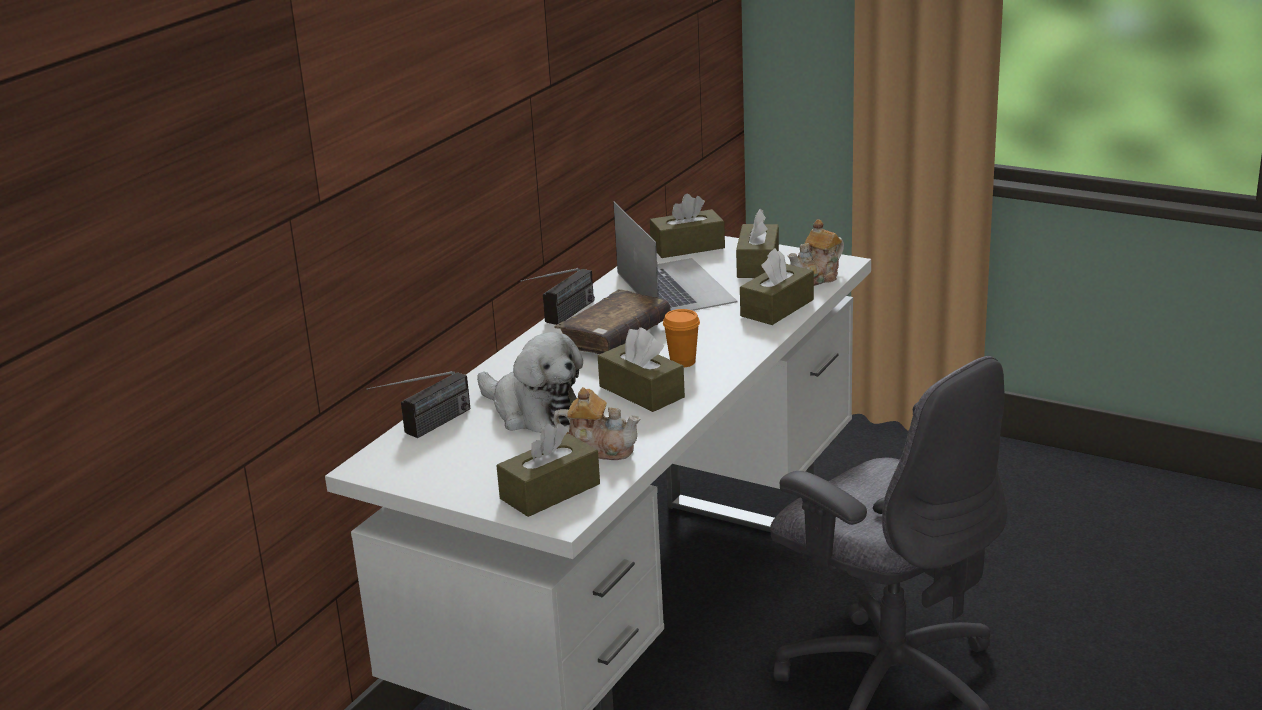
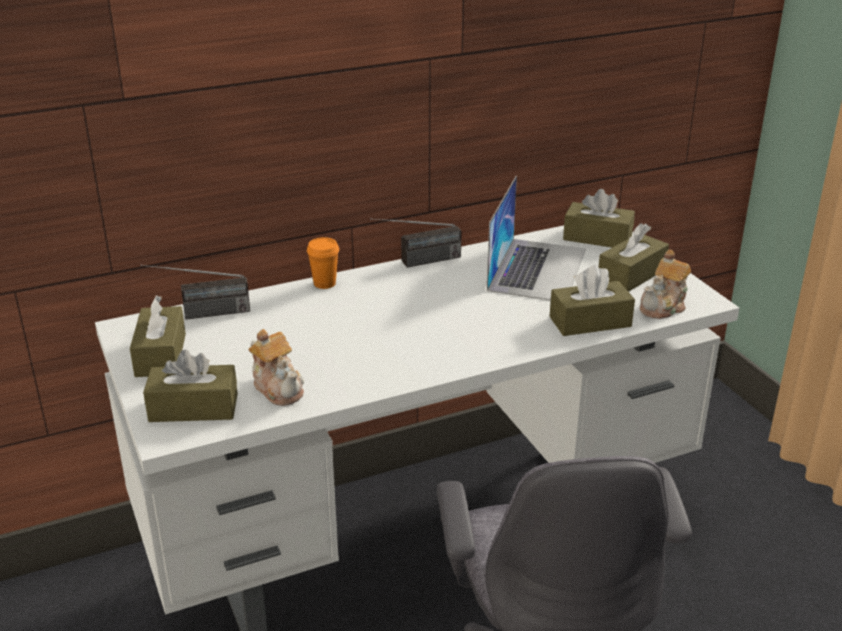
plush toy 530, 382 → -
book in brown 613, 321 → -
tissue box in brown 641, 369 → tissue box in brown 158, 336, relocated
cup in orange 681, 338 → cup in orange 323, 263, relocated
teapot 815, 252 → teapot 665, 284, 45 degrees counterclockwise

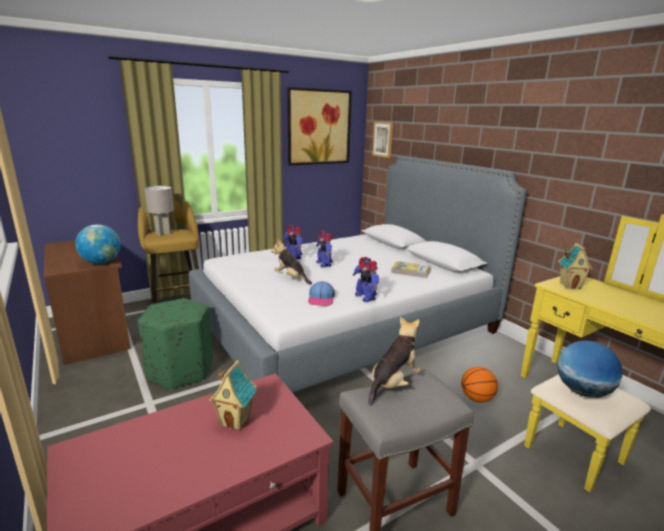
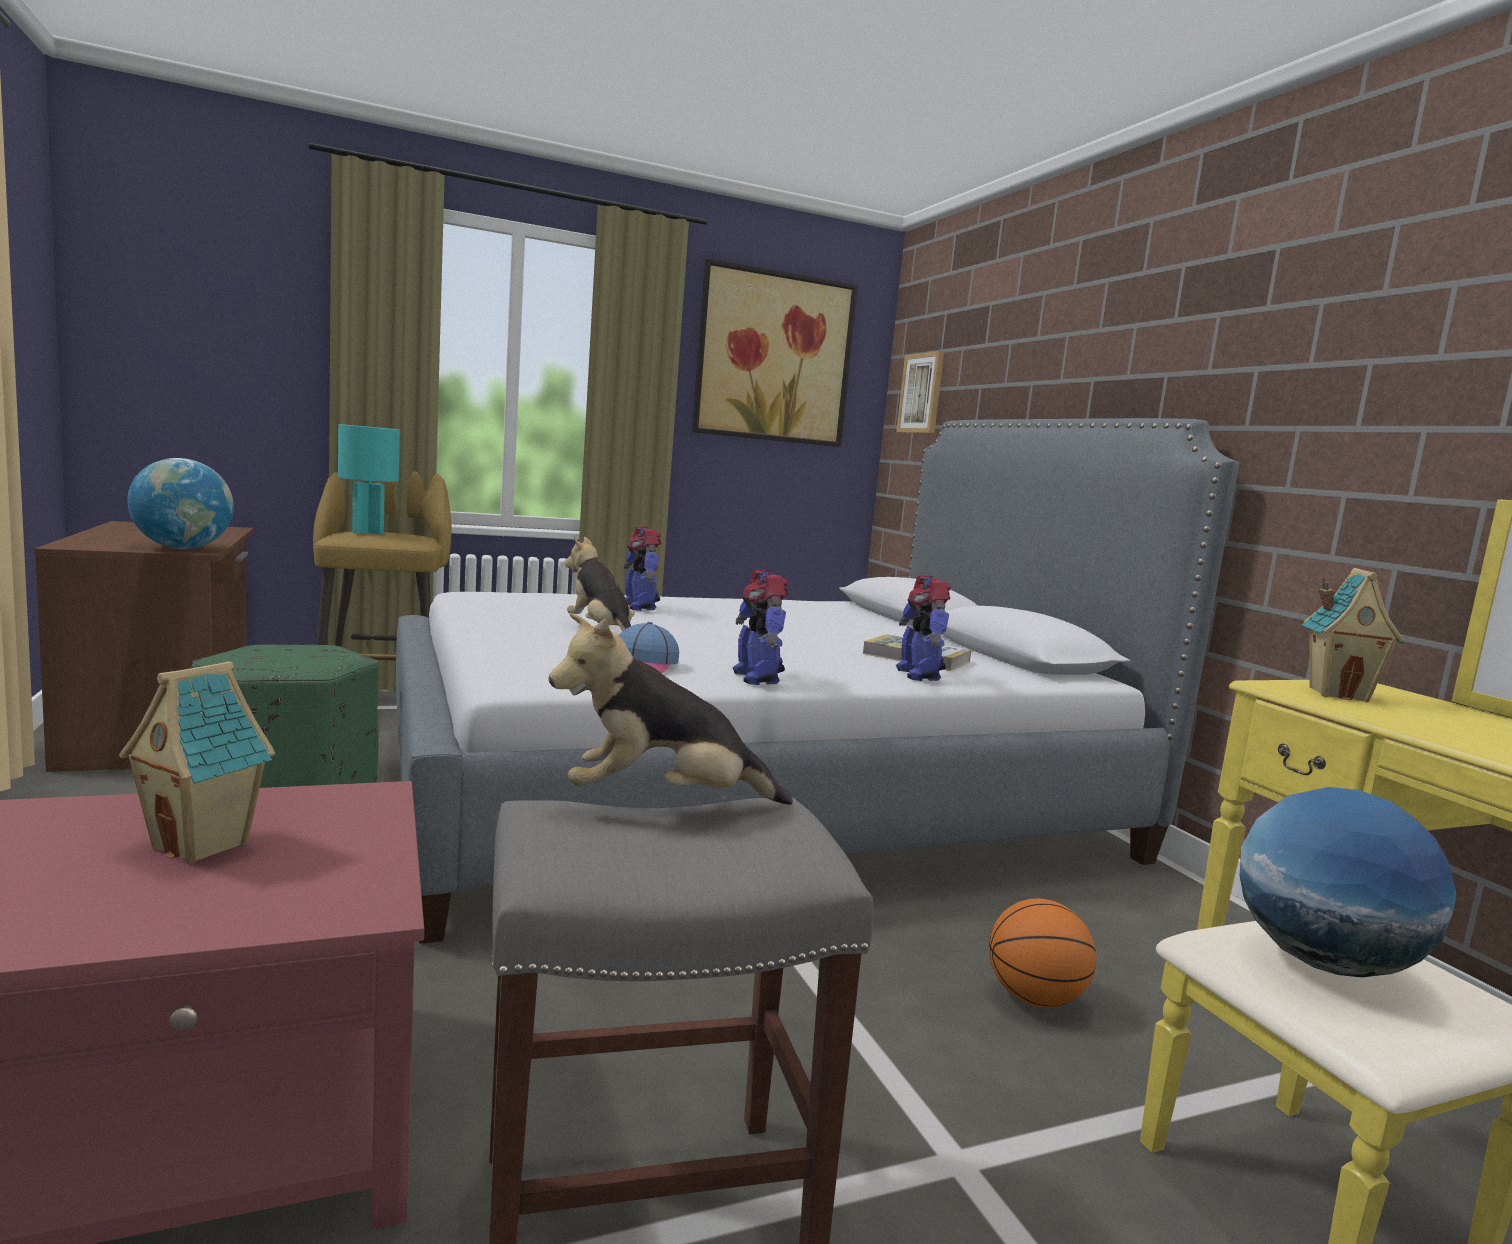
toy robot 324, 249 → toy robot 923, 628, relocated
table lamp in grey 159, 211 → table lamp in turquoise 369, 479
plush toy 394, 361 → plush toy 671, 709, 150 degrees counterclockwise

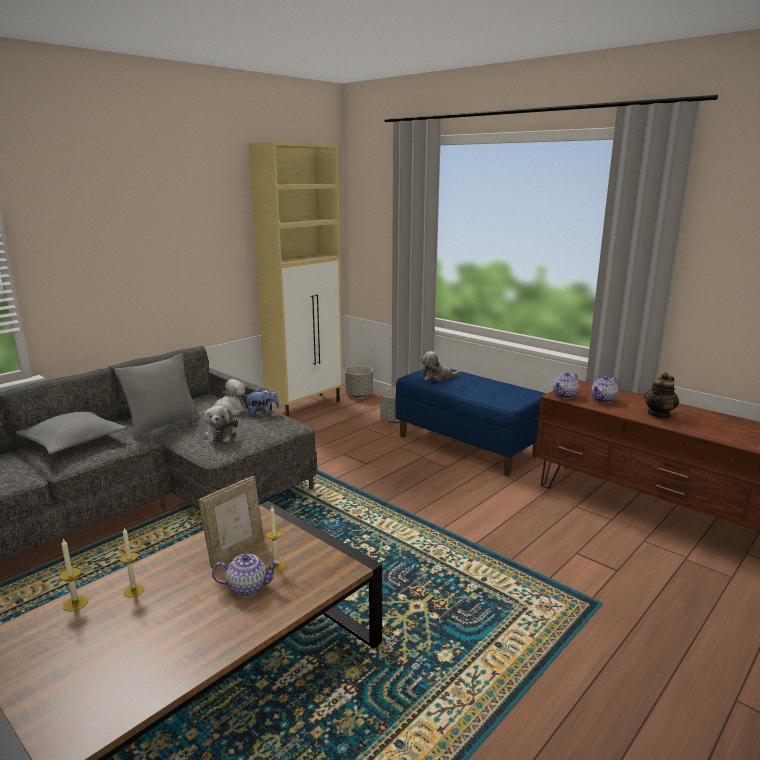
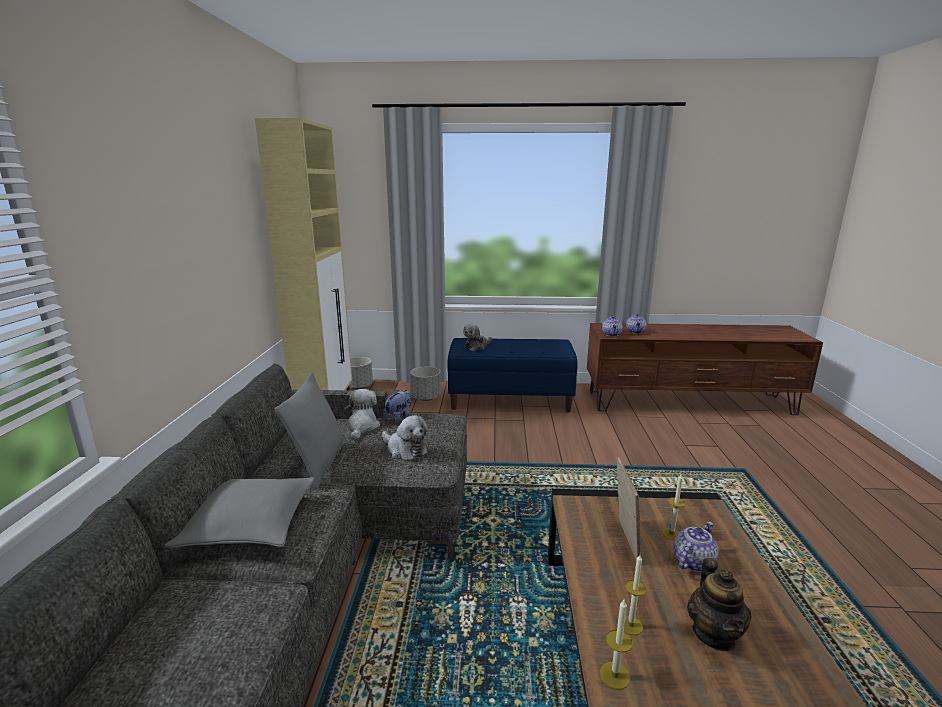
teapot 661, 395 → teapot 719, 604, relocated

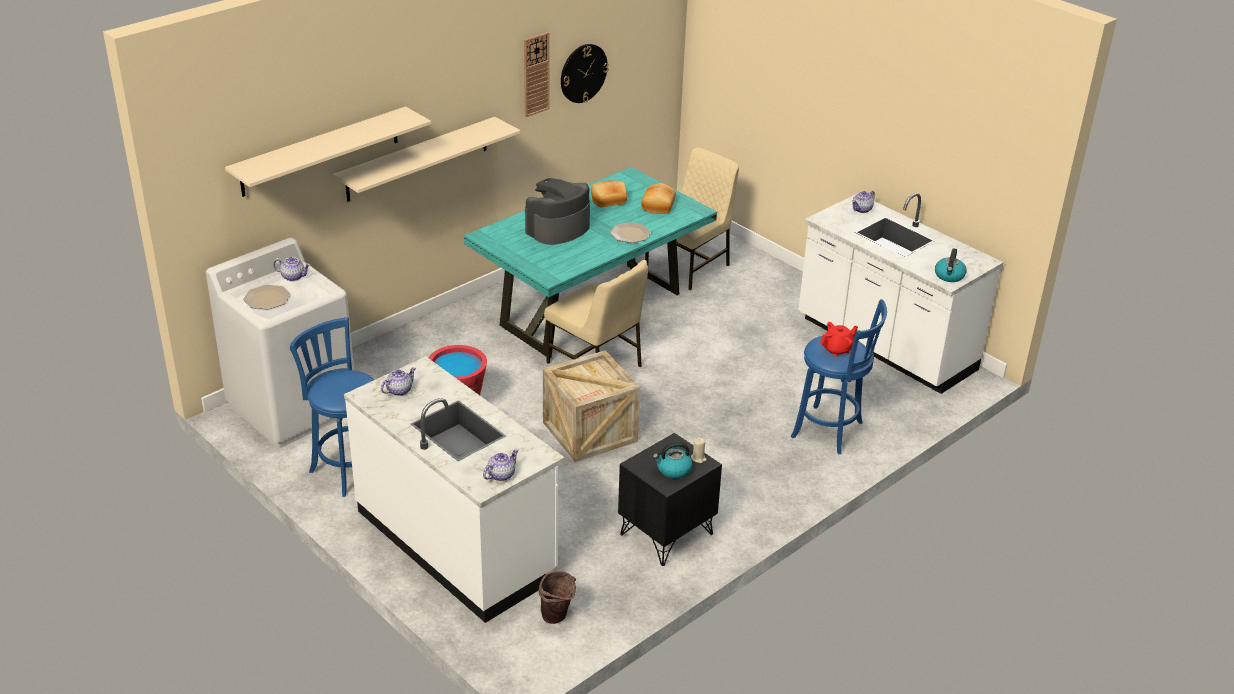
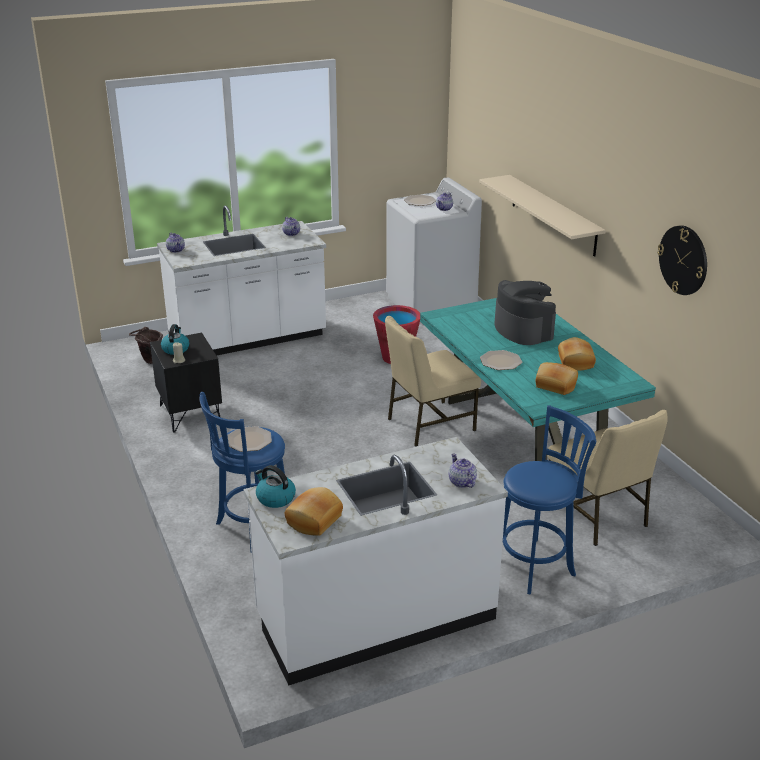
shelf in beige 328, 152 → -
wall clock 536, 74 → -
crate 591, 406 → -
- → bread 314, 511
stool in blue 332, 407 → stool in blue 549, 500, relocated
teapot in red 839, 339 → plate 249, 439

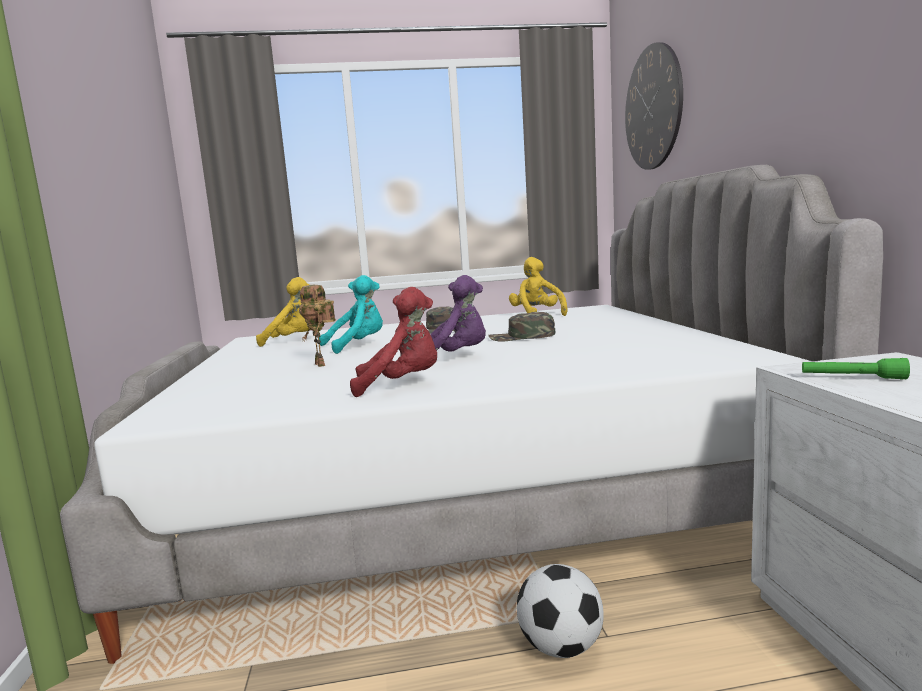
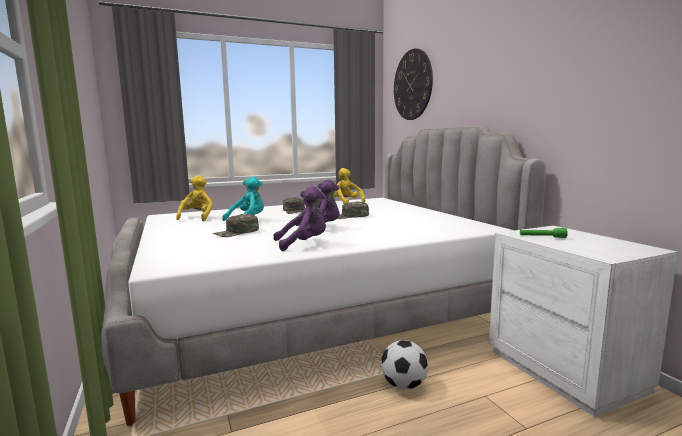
toy robot 317, 326 → cap in green 235, 225
plush toy in red 393, 342 → plush toy in purple 300, 218
plush toy in yellow 283, 312 → plush toy in yellow 194, 198, 75 degrees counterclockwise

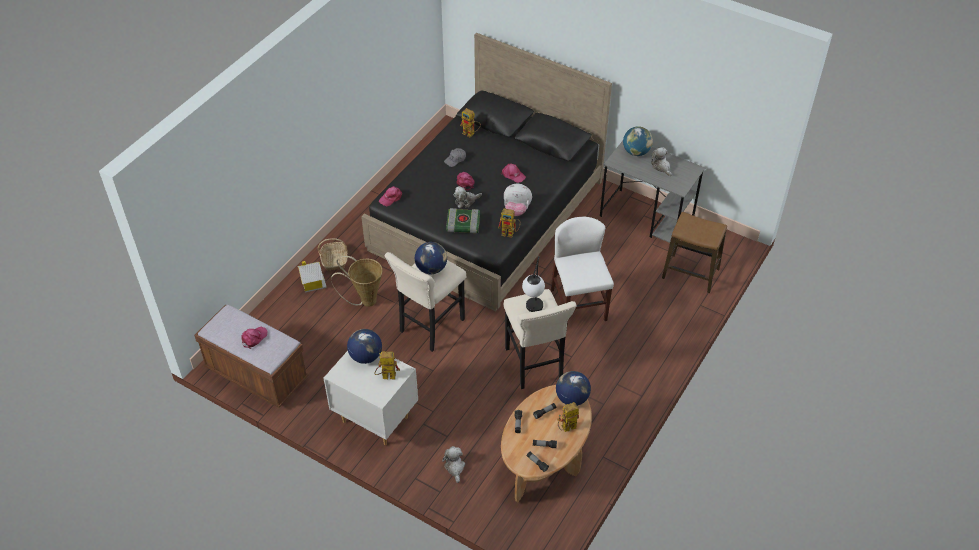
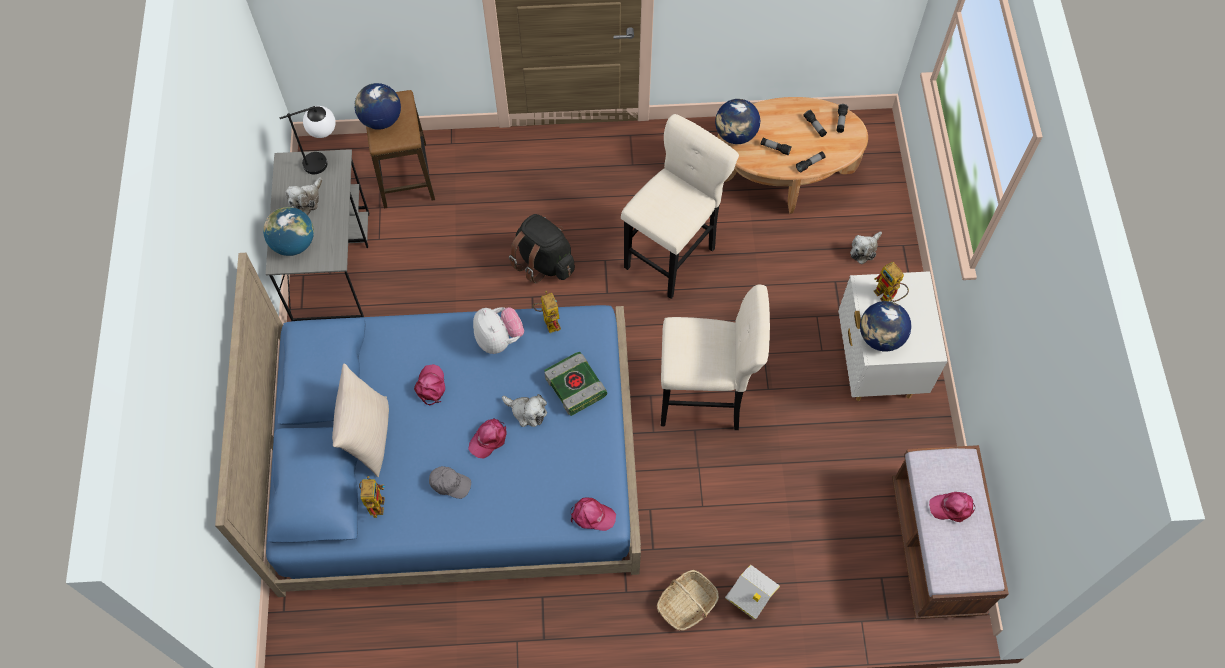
basket 356, 281 → -
toy robot 568, 417 → -
- → pillow in beige 360, 420
globe 431, 258 → globe 377, 106, relocated
table lamp 533, 284 → table lamp 307, 140, relocated
chair in white 582, 270 → backpack in black 542, 248
bed in black 486, 172 → bed in blue 428, 425

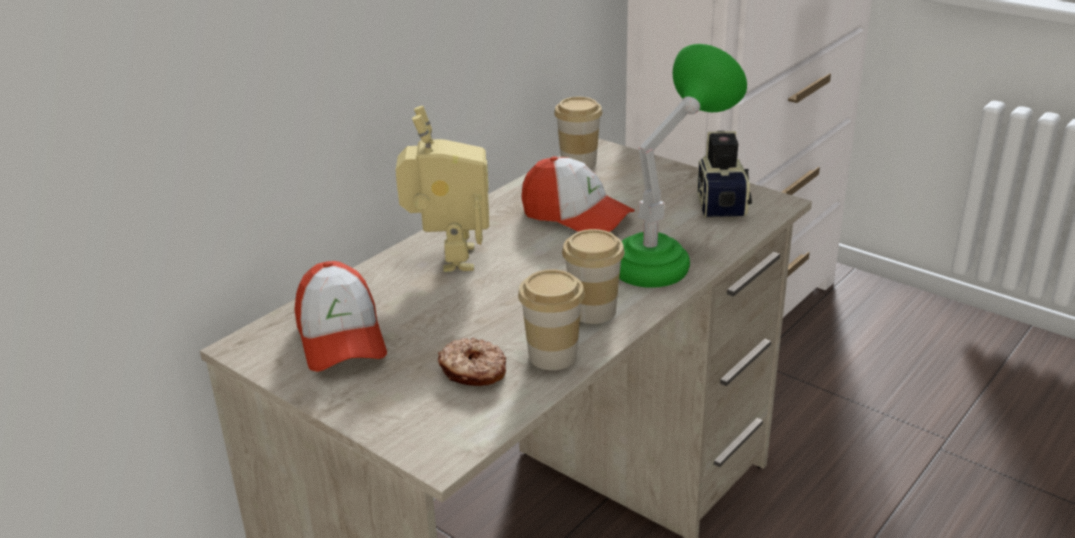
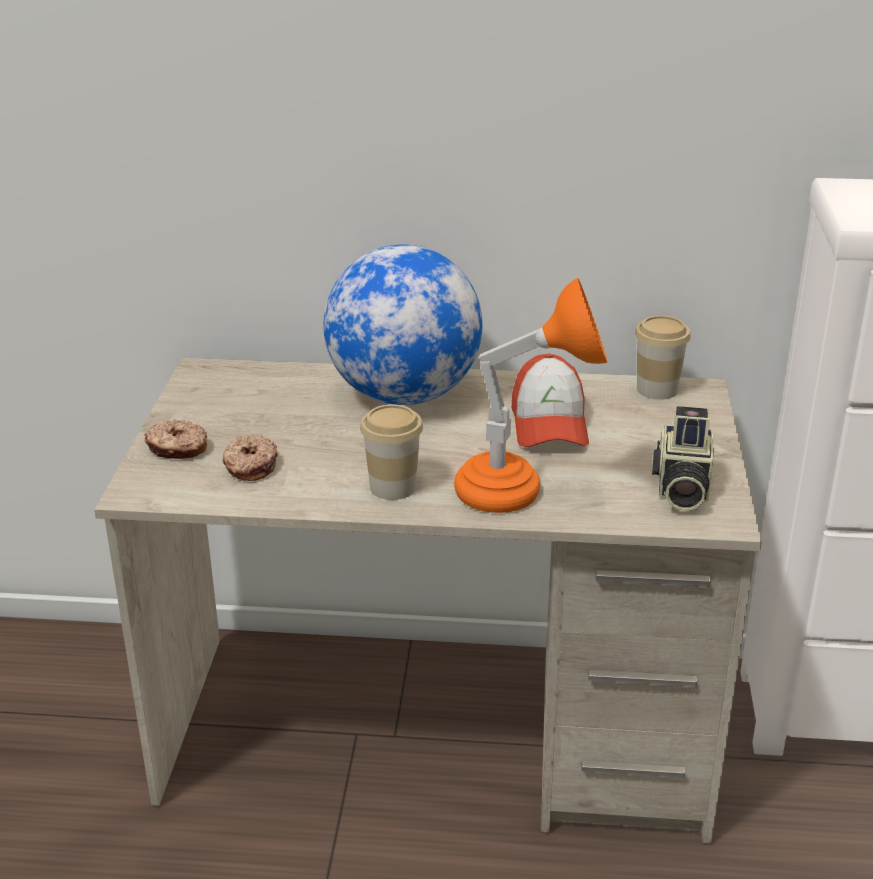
cap 340, 316 → -
cup 551, 319 → -
- → donut 175, 439
toy robot 442, 189 → globe 403, 324
table lamp in green 683, 166 → table lamp in orange 530, 395
photo camera 724, 174 → photo camera 683, 458, 135 degrees clockwise

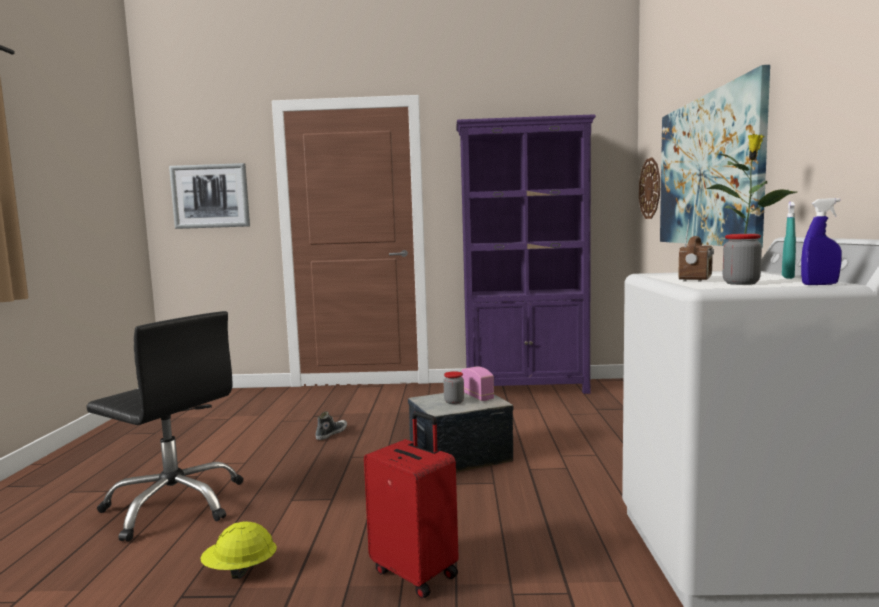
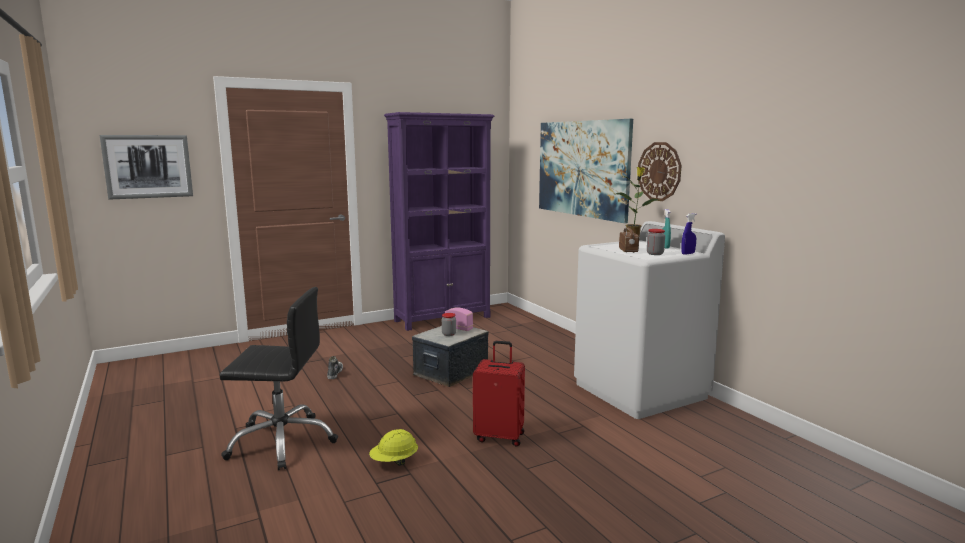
wall clock 649, 188 → wall clock 659, 171, relocated

